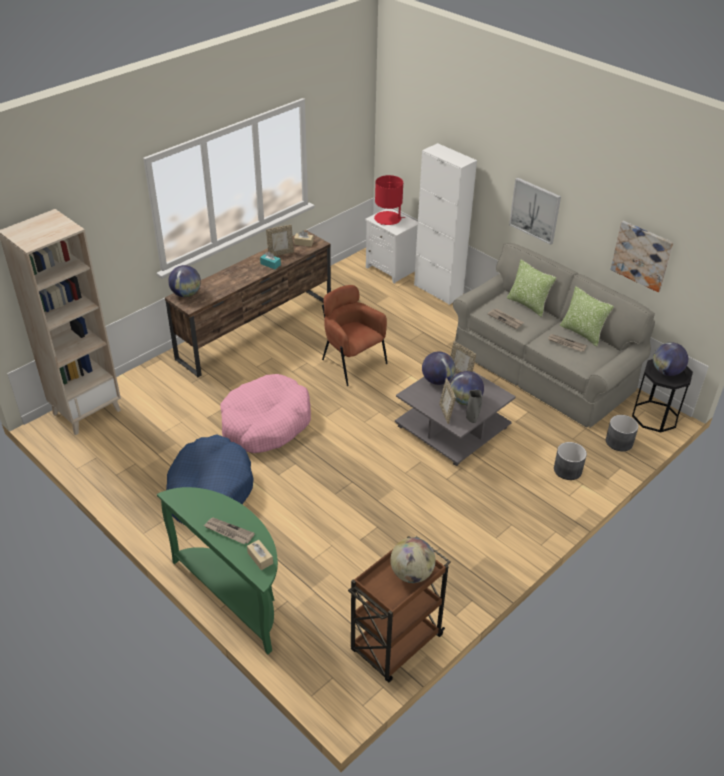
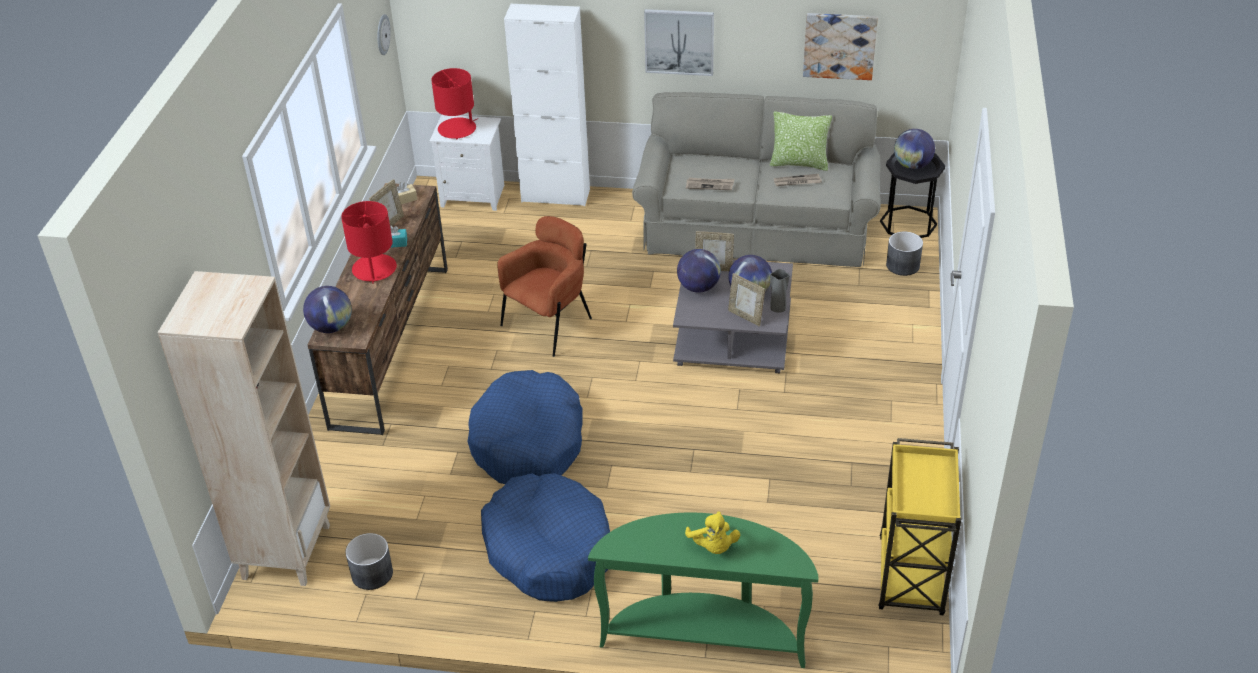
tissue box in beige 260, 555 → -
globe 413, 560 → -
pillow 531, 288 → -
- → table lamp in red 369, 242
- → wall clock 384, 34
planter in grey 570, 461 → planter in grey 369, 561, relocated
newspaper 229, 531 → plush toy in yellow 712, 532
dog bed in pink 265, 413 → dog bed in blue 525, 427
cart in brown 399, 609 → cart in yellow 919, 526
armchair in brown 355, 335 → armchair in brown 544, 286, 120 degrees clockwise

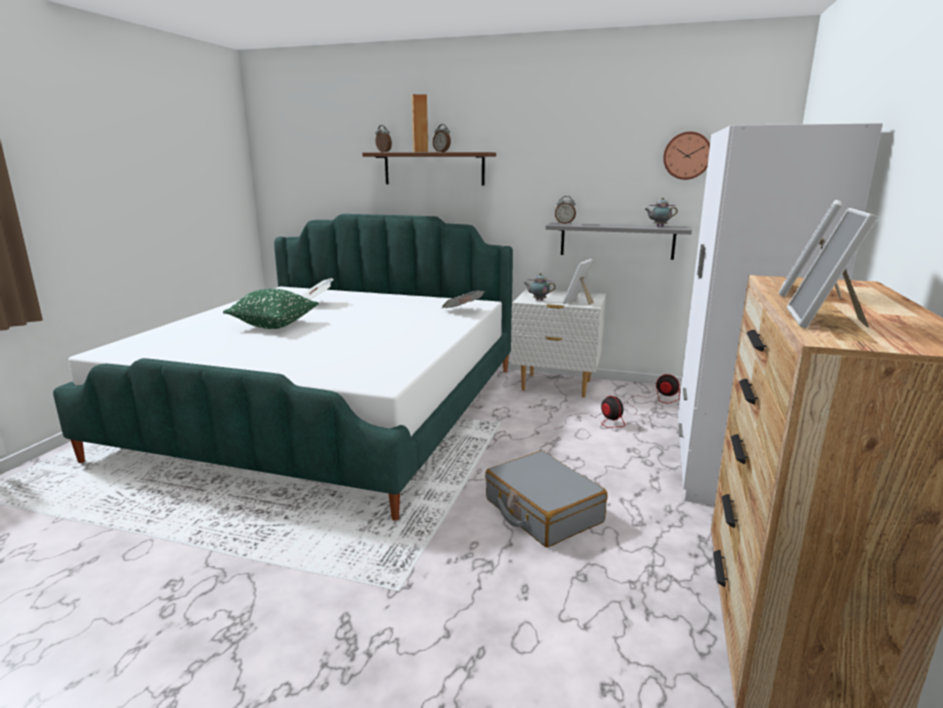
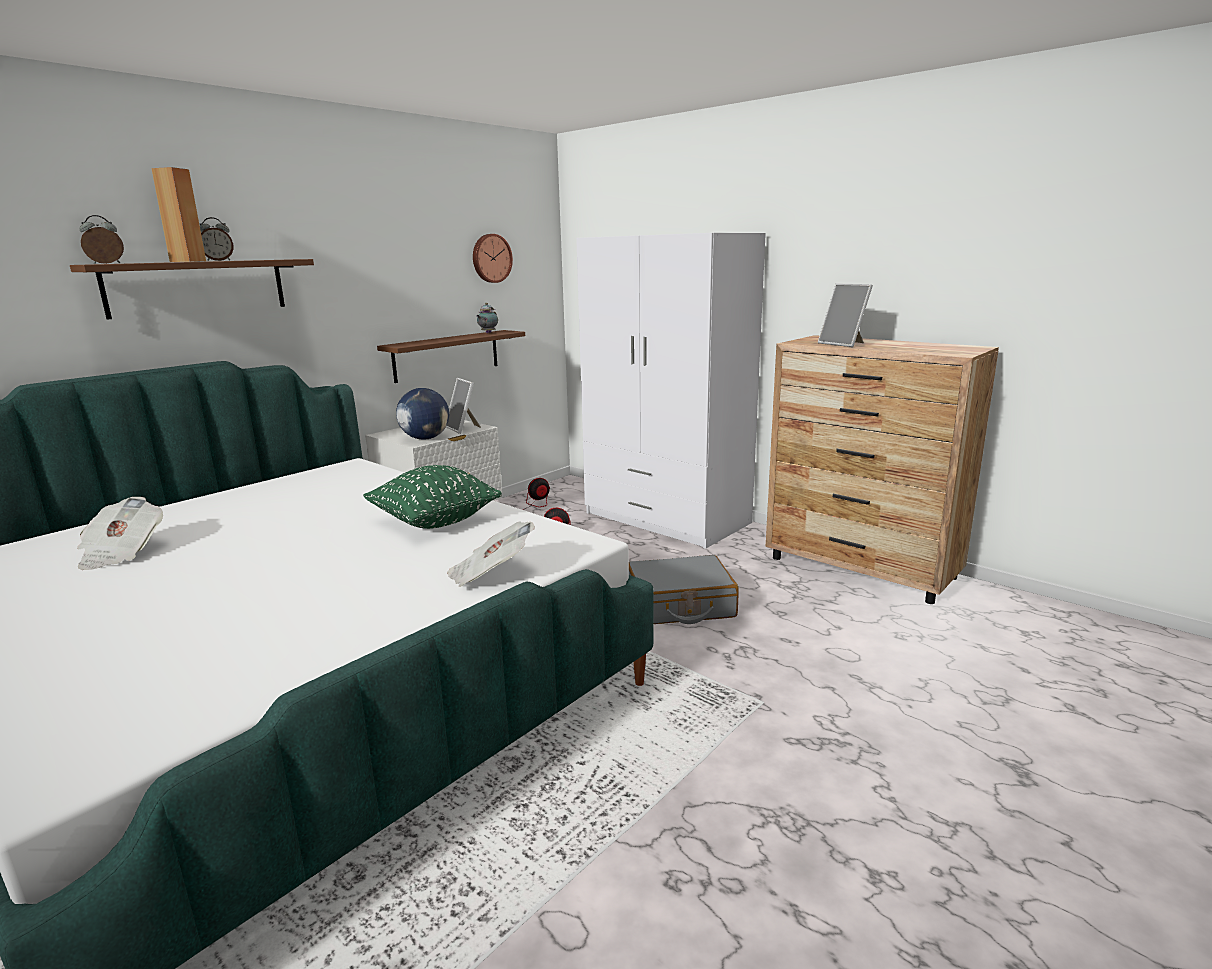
alarm clock 565, 210 → -
picture frame 832, 268 → -
pillow in green 270, 309 → pillow in green 432, 497, relocated
newspaper 463, 299 → newspaper 491, 554, relocated
teapot 540, 287 → globe 422, 414
shelf in grey 618, 241 → shelf in brown 451, 356

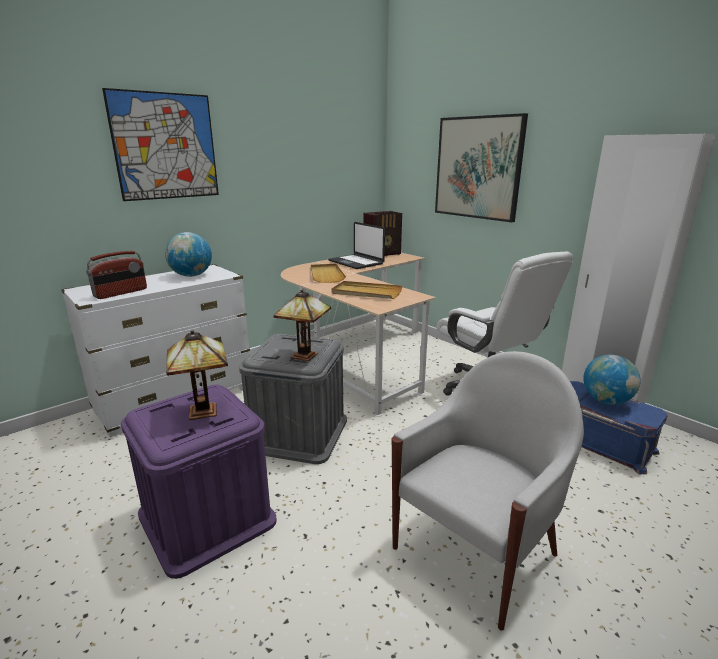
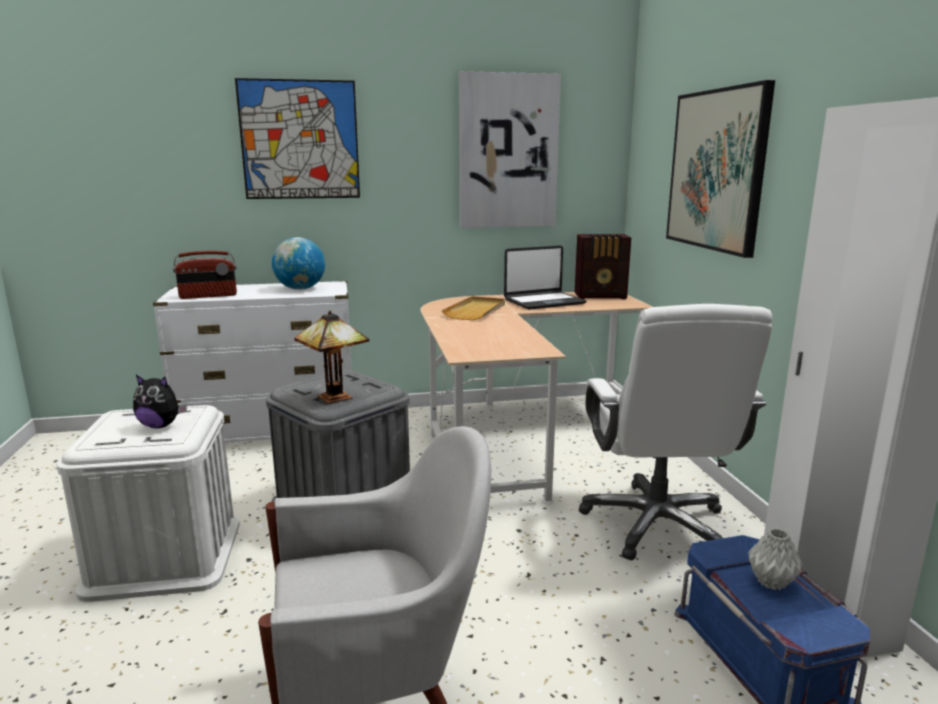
tray in beige 366, 290 → -
- → picture 510, 149
table lamp 197, 375 → plush toy 160, 401
globe 611, 379 → vase in grey 775, 559
storage box in purple 199, 482 → storage box in white 148, 503
laptop 356, 245 → laptop 545, 277, 105 degrees counterclockwise

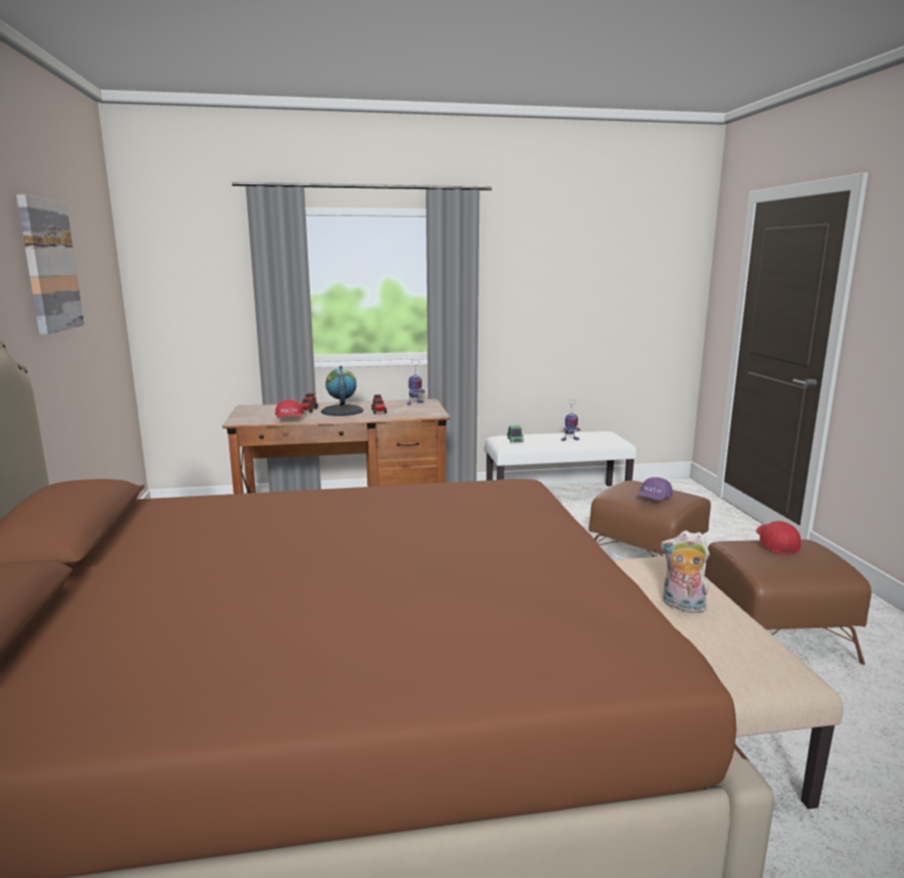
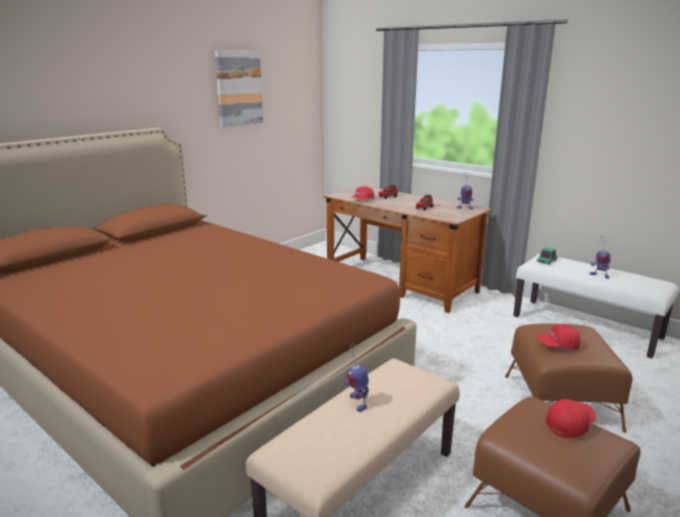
globe 342, 391 → -
plush toy 685, 572 → toy robot 357, 377
cap in purple 655, 489 → cap in red 558, 337

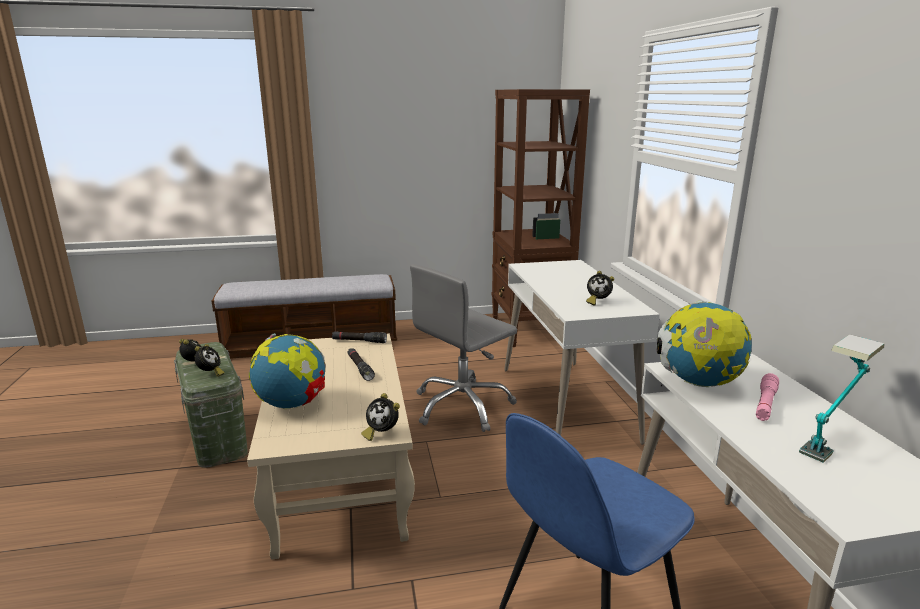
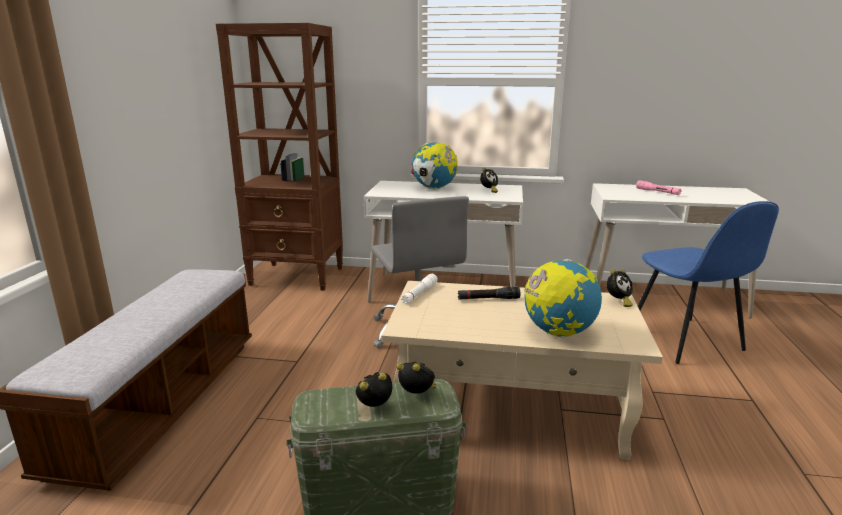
table lamp 842, 398 → -
globe 704, 343 → globe 434, 165, relocated
flashlight in black 359, 337 → flashlight in white 419, 289

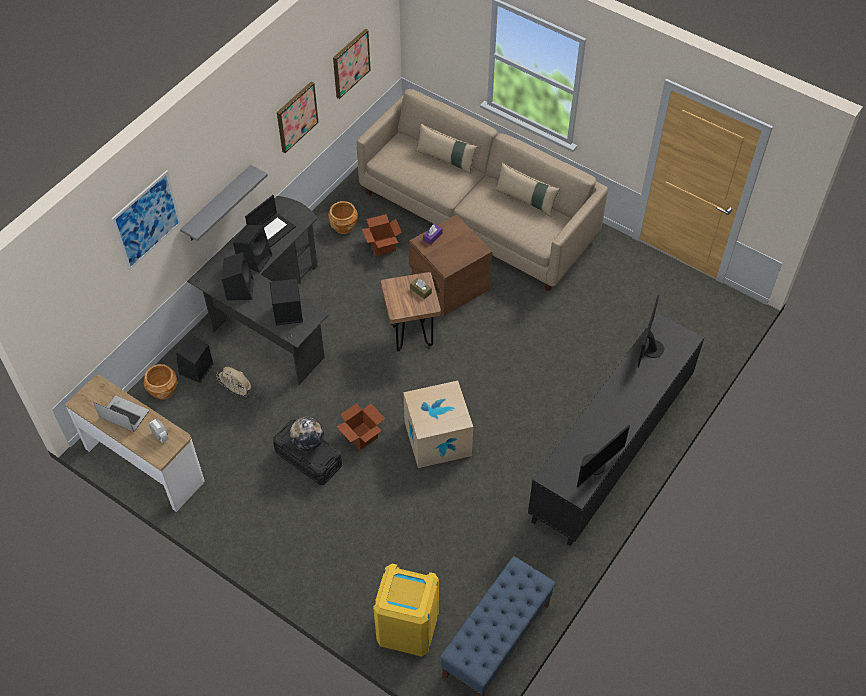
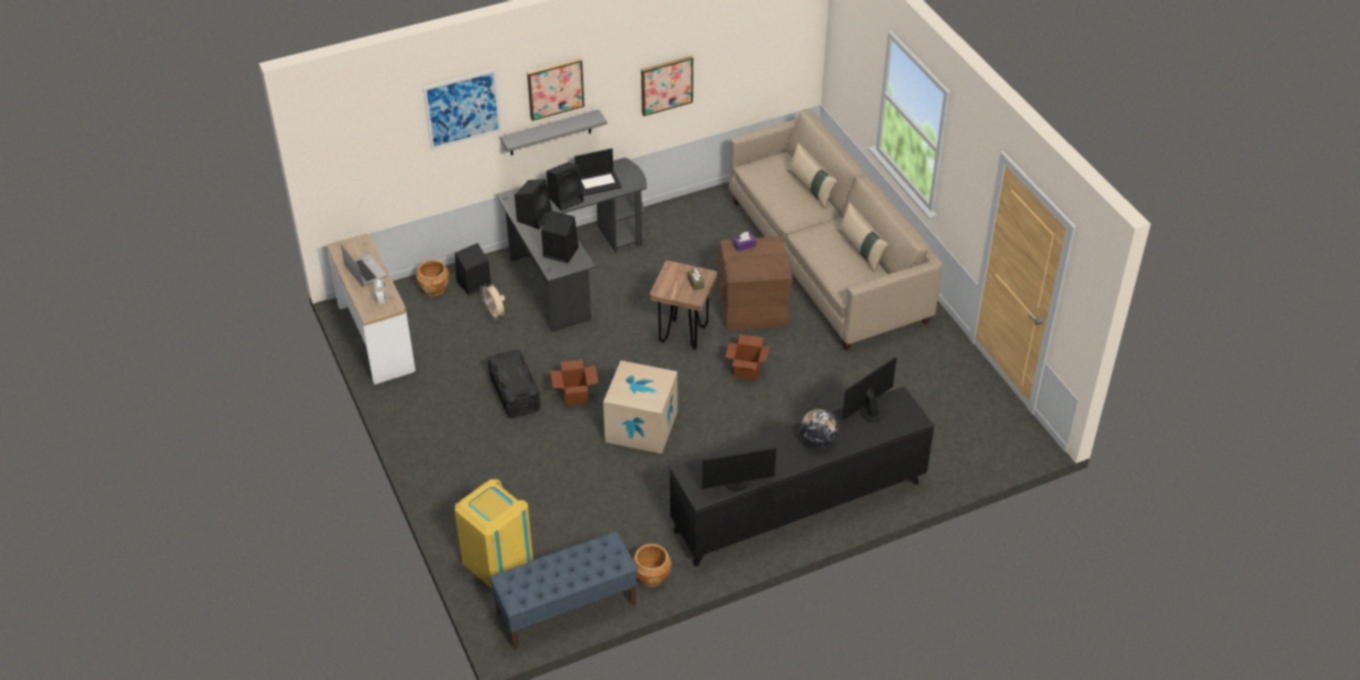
globe 307, 434 → globe 819, 428, relocated
planter in brown 343, 217 → planter in brown 652, 565, relocated
picture 352, 64 → picture 556, 89, relocated
cardboard box 382, 235 → cardboard box 747, 357, relocated

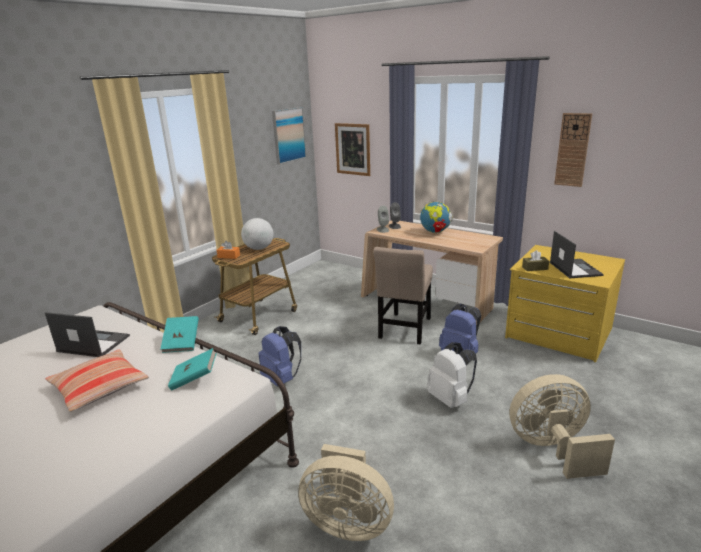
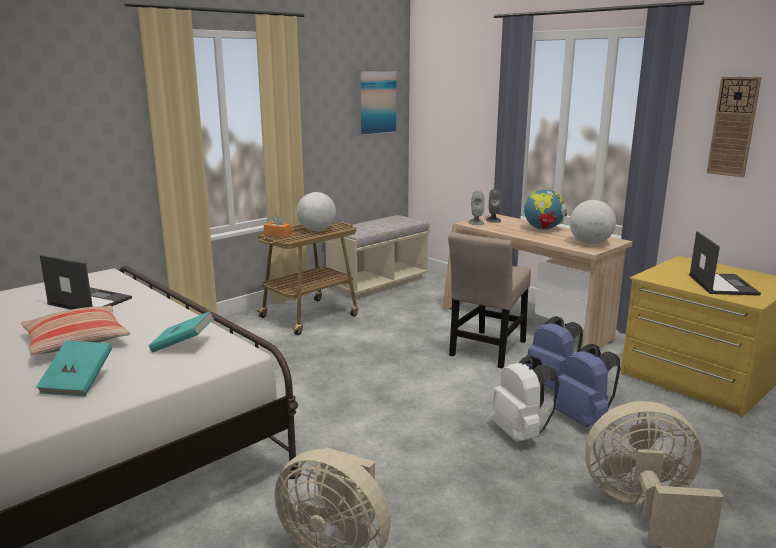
picture 352, 149 → -
tissue box in brown 535, 260 → -
- → bench in beige 377, 257
- → globe 593, 222
book in turquoise 179, 334 → book in turquoise 74, 368, relocated
backpack in blue 280, 356 → backpack in blue 587, 385, relocated

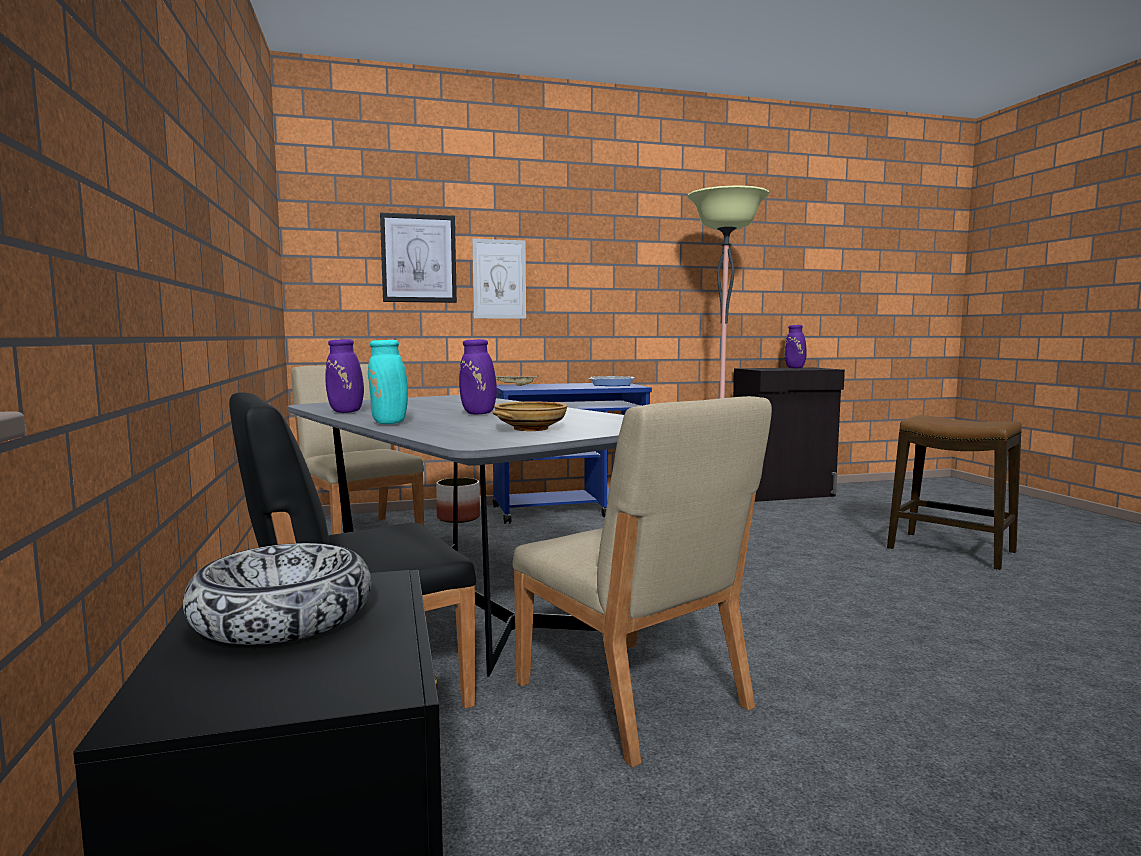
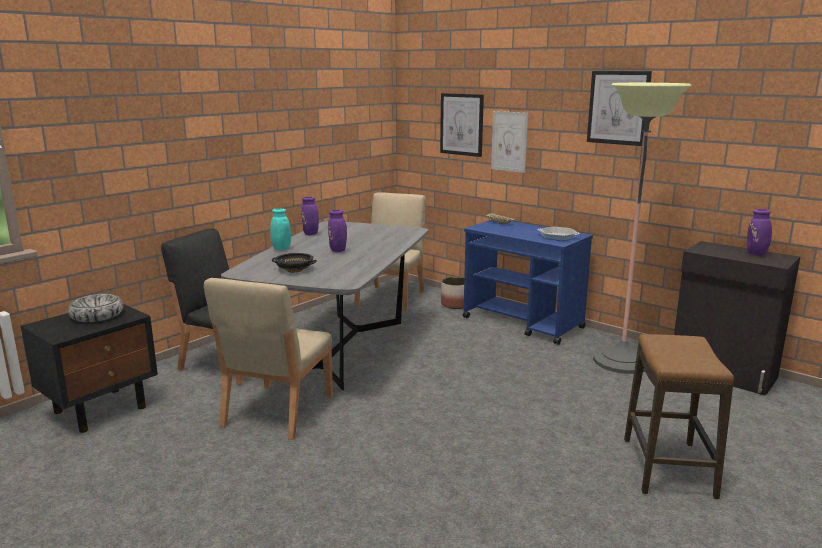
- → picture 619, 108
bowl in beige 530, 416 → bowl in black 294, 262

